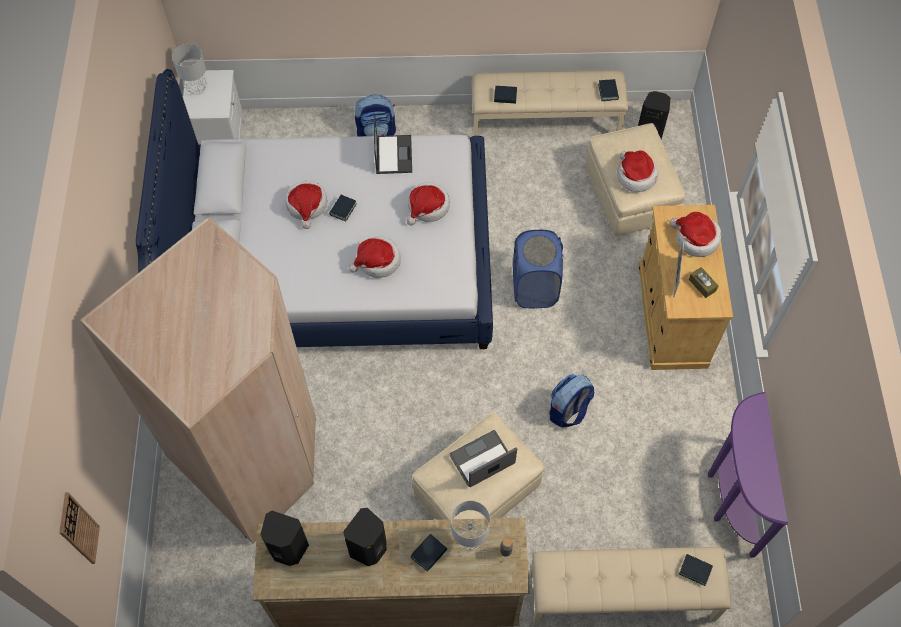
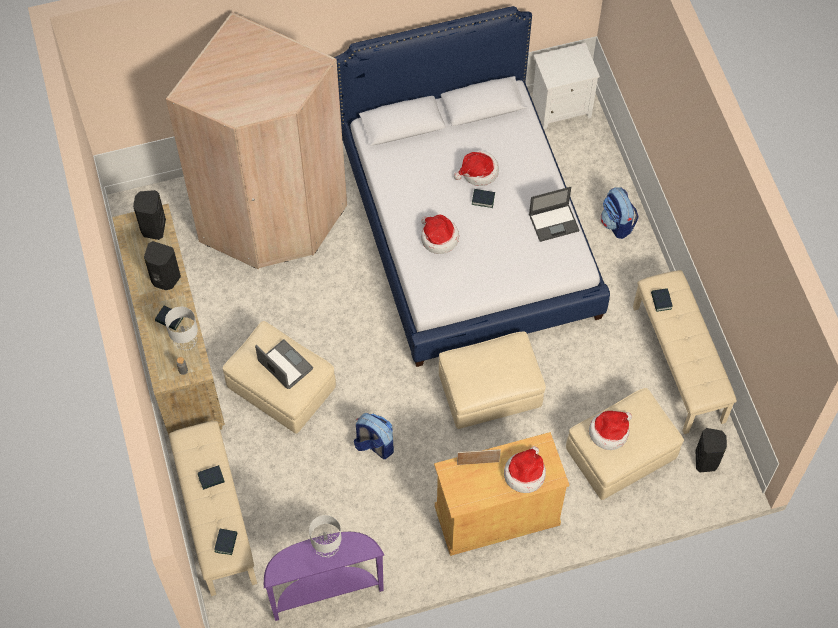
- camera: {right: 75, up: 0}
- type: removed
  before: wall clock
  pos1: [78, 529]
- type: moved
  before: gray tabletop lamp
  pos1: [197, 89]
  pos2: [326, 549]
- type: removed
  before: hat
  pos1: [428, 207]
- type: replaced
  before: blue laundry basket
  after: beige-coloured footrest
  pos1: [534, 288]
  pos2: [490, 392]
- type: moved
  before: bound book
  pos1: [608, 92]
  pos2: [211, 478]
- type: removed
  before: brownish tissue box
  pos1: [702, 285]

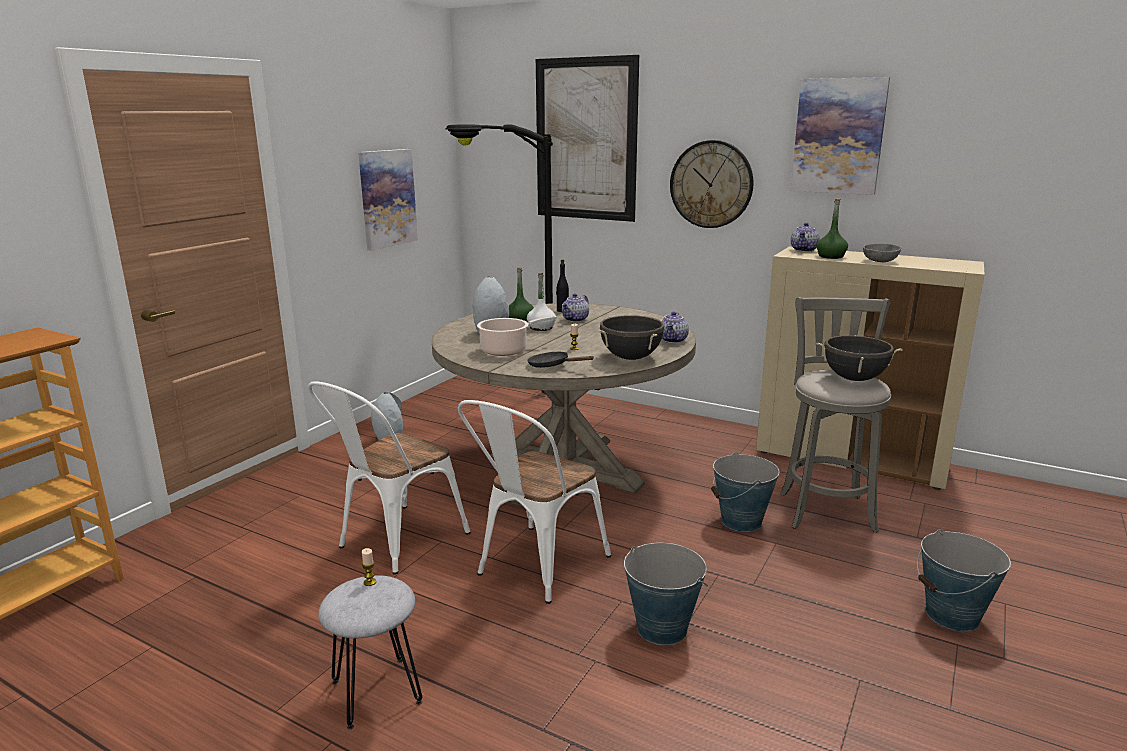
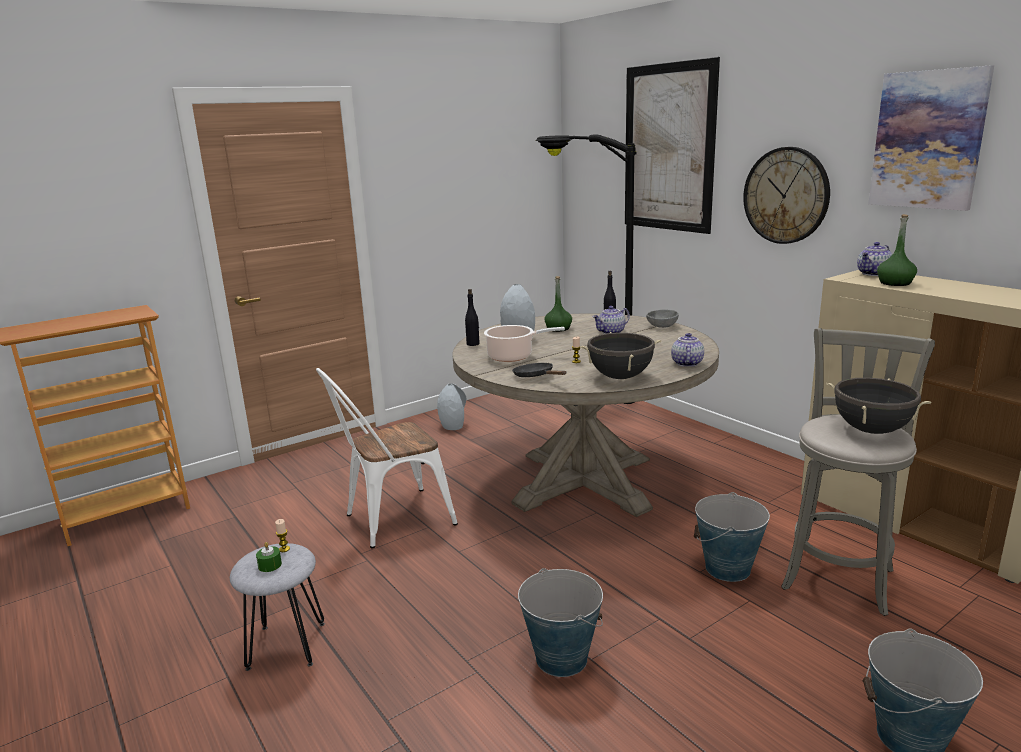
- camera: {right: 25, up: 0}
- type: removed
  before: wall picture
  pos1: [387, 198]
- type: removed
  before: whitish plain chair
  pos1: [535, 568]
- type: removed
  before: whitish drink bottle
  pos1: [541, 328]
- type: turned
  before: pot for tea
  pos1: [673, 340]
  pos2: [686, 363]
  turn: 150
- type: moved
  before: gray deep dish
  pos1: [880, 261]
  pos2: [662, 326]
- type: added
  after: green wax light
  pos2: [270, 565]
- type: added
  after: blackish drink bottle
  pos2: [473, 344]

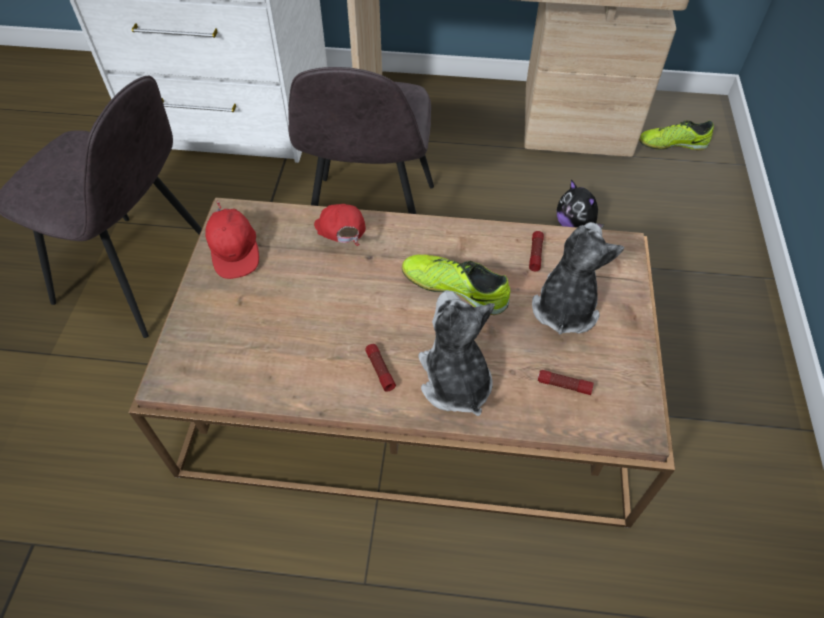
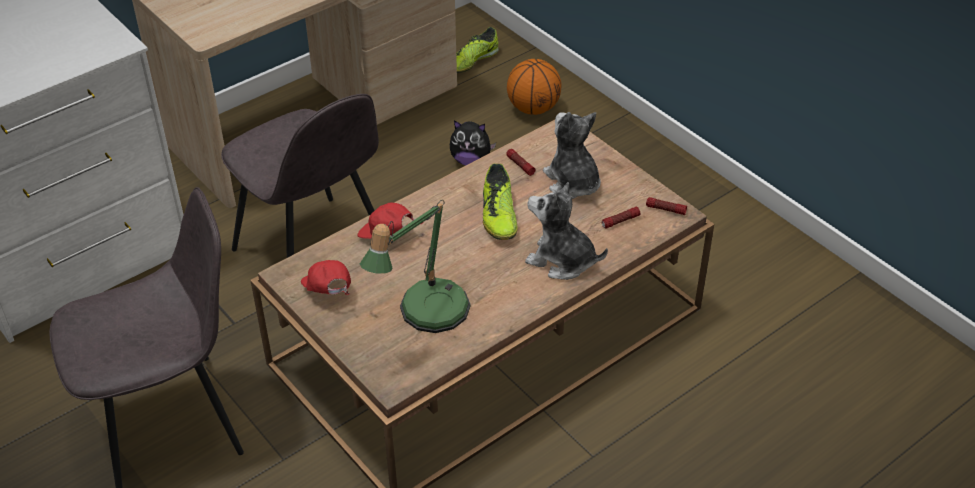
- camera: {right: -45, up: -10}
- type: turned
  before: red-coloured peaked cap
  pos1: [236, 253]
  pos2: [328, 292]
  turn: -150
- type: moved
  before: torch
  pos1: [380, 370]
  pos2: [665, 209]
- type: turned
  before: item of footwear
  pos1: [455, 288]
  pos2: [498, 215]
  turn: -75
- type: added
  after: tabletop lamp
  pos2: [426, 314]
- type: added
  after: basketball ball
  pos2: [533, 109]

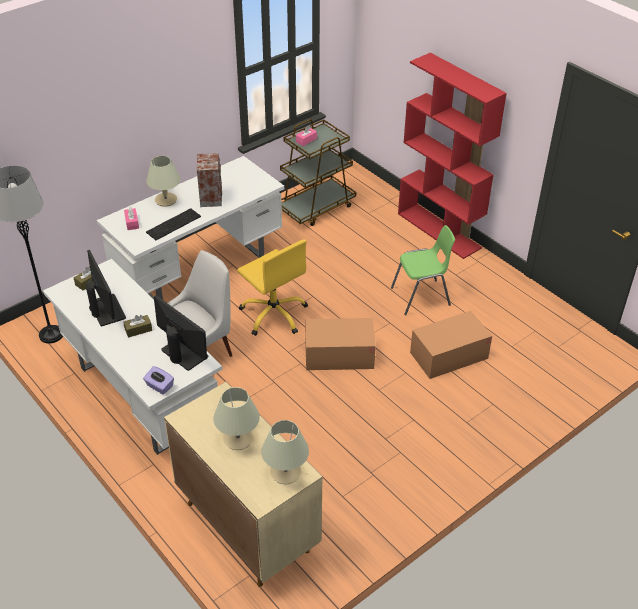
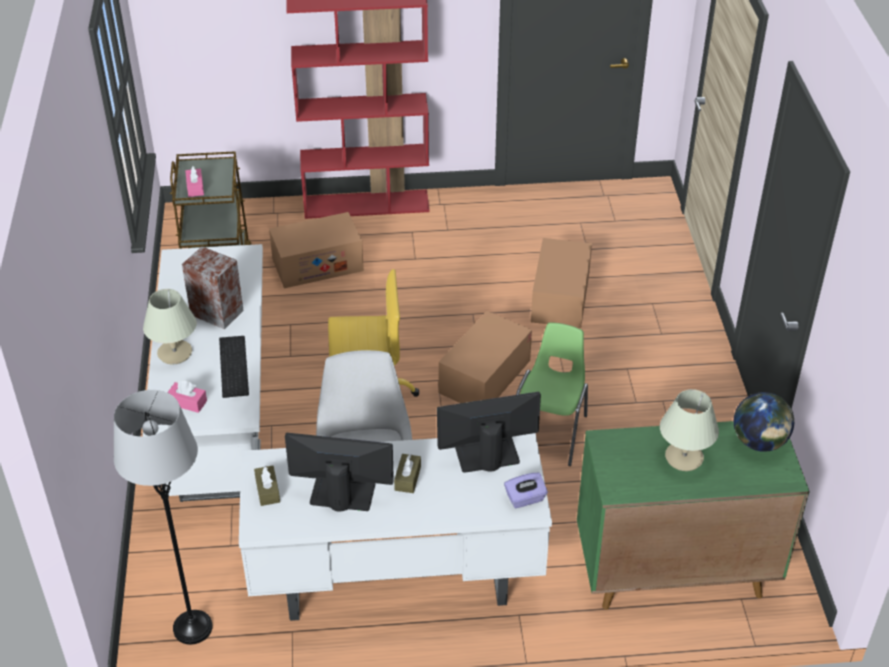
- camera: {right: -55, up: 0}
- type: recoloured
  before: beige-coloured storage cabinet
  after: green storage cabinet
  pos1: [246, 526]
  pos2: [673, 571]
- type: replaced
  before: beige-coloured tabletop lamp
  after: desk globe
  pos1: [285, 472]
  pos2: [759, 442]
- type: moved
  before: green plain chair
  pos1: [421, 297]
  pos2: [550, 432]
- type: added
  after: carton
  pos2: [317, 264]

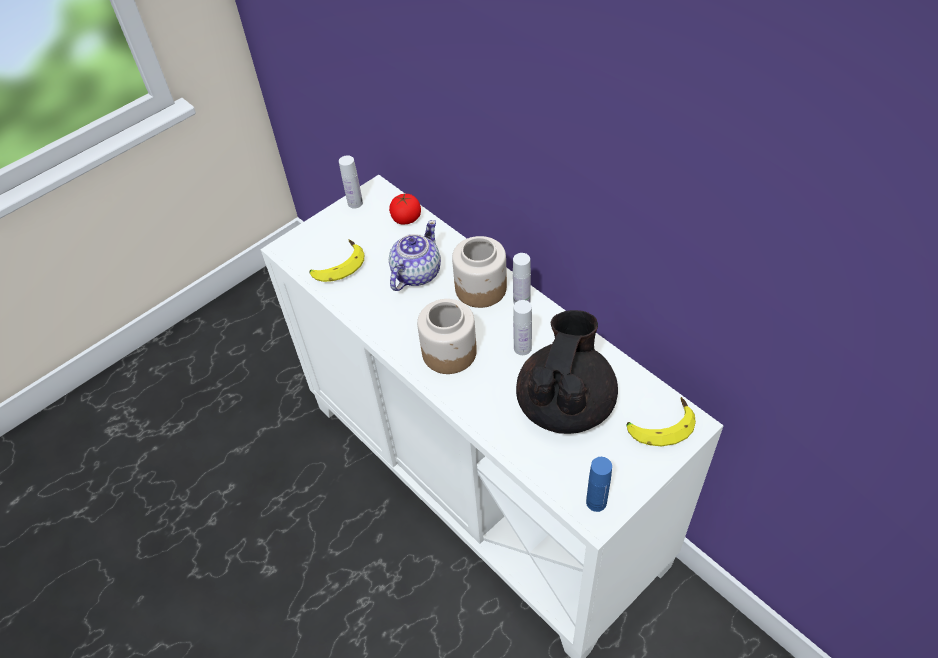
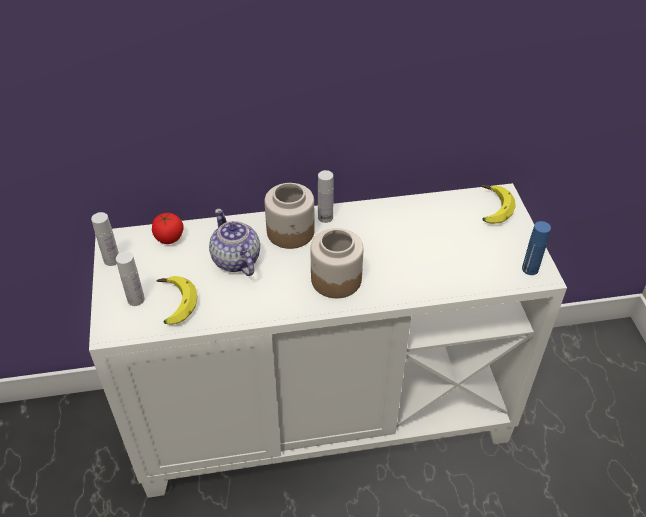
- camera: {right: -60, up: -5}
- type: moved
  before: whitish drink bottle
  pos1: [522, 348]
  pos2: [136, 299]
- type: removed
  before: blackish pot for tea
  pos1: [565, 404]

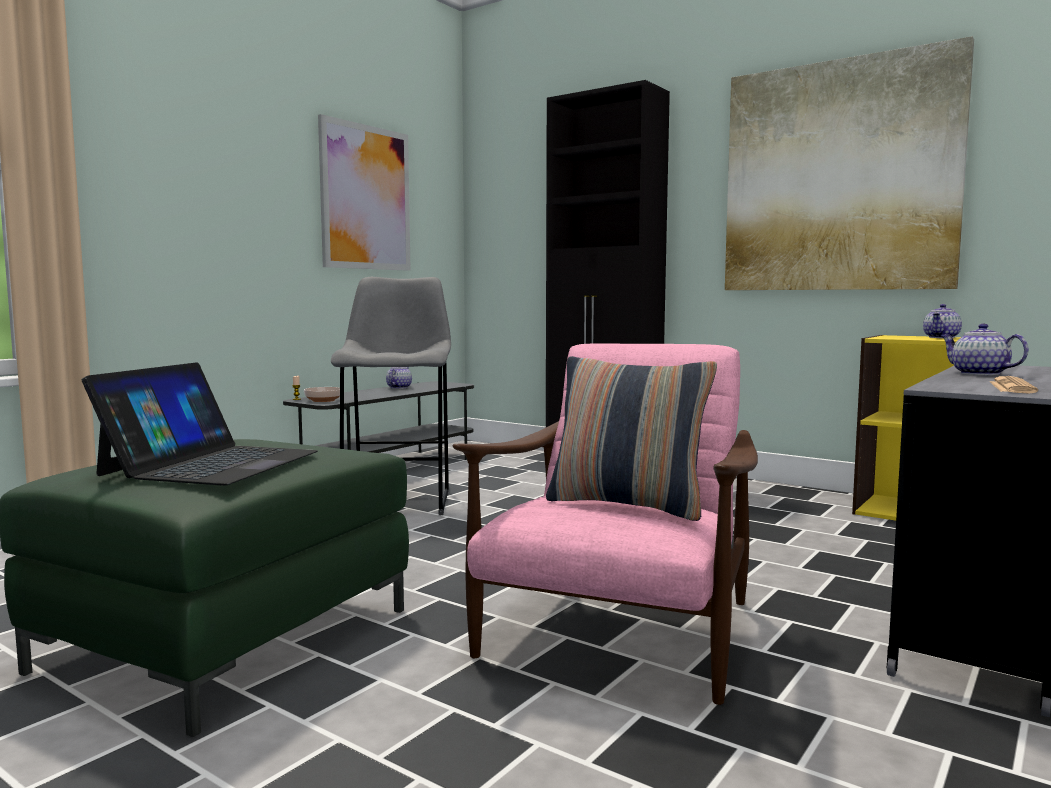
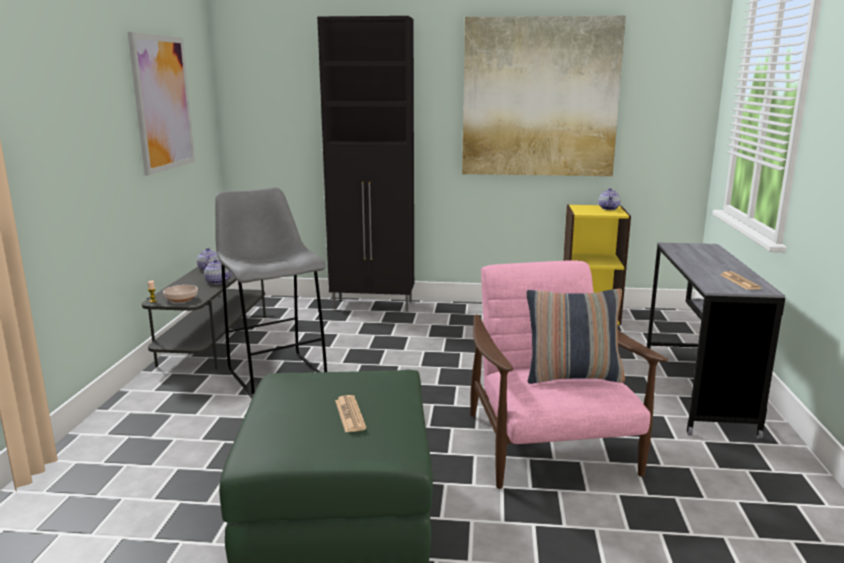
- camera: {right: -30, up: 10}
- type: replaced
  before: laptop
  after: newspaper
  pos1: [211, 463]
  pos2: [350, 414]
- type: moved
  before: pot for tea
  pos1: [979, 374]
  pos2: [216, 282]

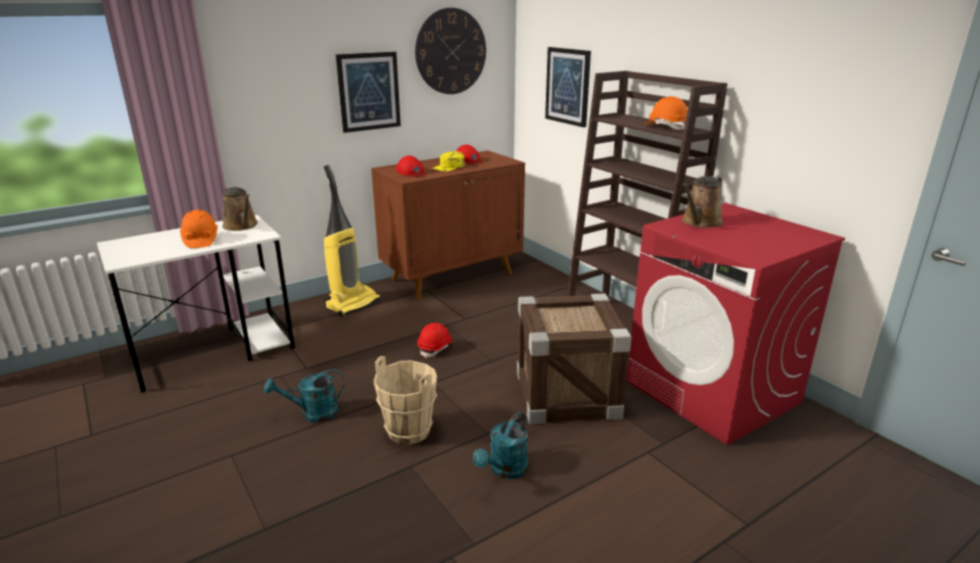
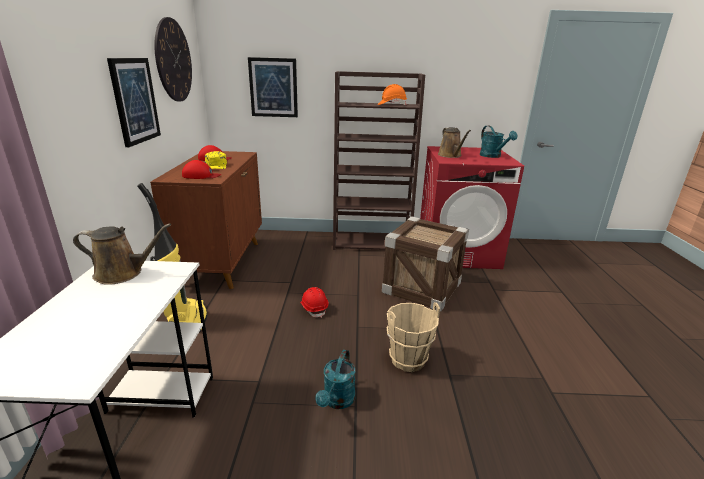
- camera: {right: -55, up: 0}
- type: removed
  before: orangey hard hat
  pos1: [200, 240]
- type: moved
  before: turquoise watering pot
  pos1: [505, 470]
  pos2: [493, 156]

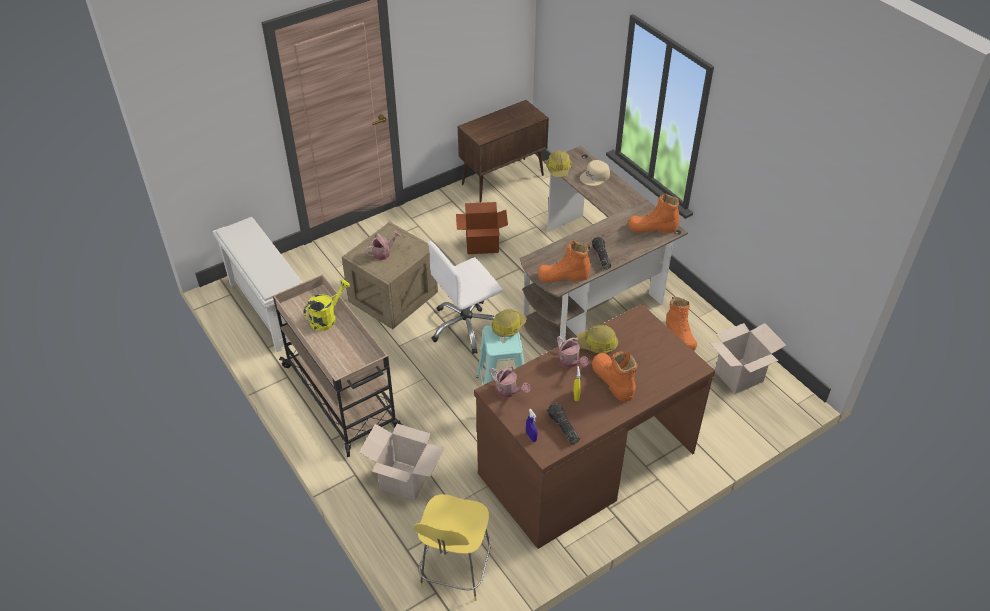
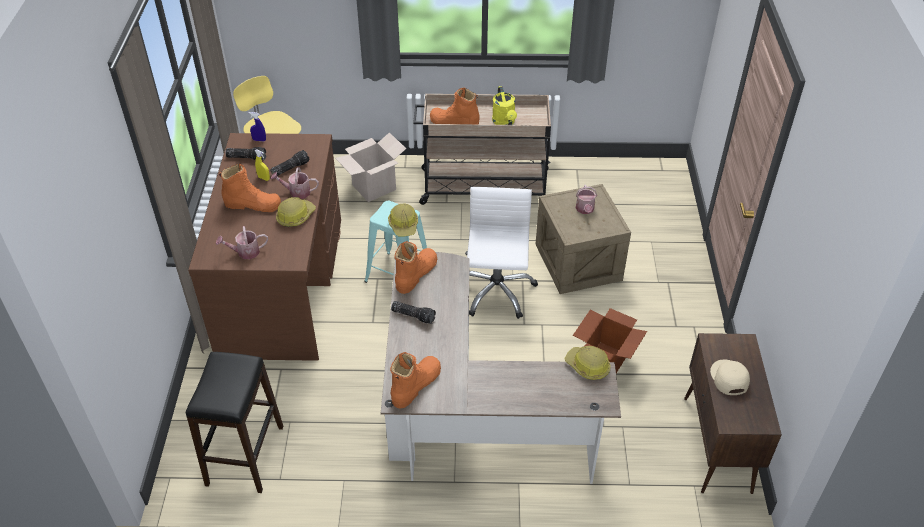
- camera: {right: 125, up: 0}
- type: removed
  before: whitish shoe stand
  pos1: [269, 308]
- type: moved
  before: watering pot
  pos1: [508, 391]
  pos2: [245, 252]
- type: moved
  before: beige-coloured peaked cap
  pos1: [595, 176]
  pos2: [728, 378]
- type: moved
  before: orangey high-top boot
  pos1: [680, 335]
  pos2: [454, 122]
- type: replaced
  before: carton
  after: blackish stool seat
  pos1: [739, 376]
  pos2: [245, 455]
- type: added
  after: torch
  pos2: [290, 168]

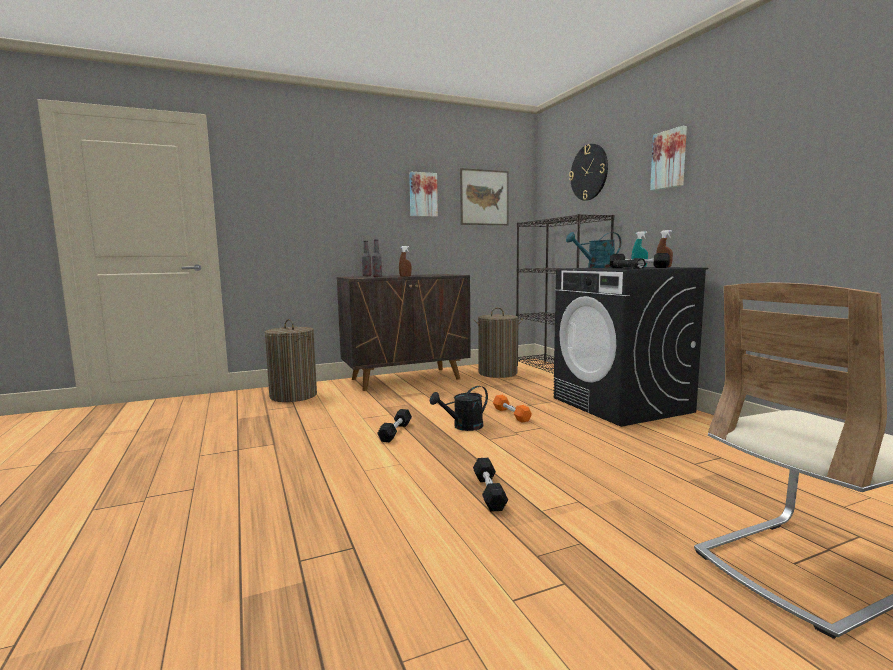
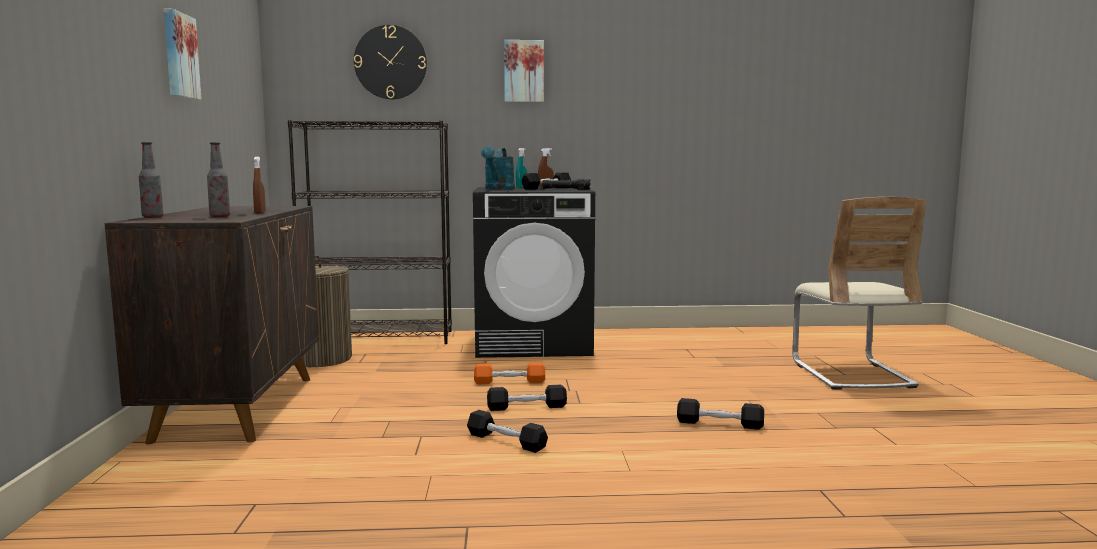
- camera: {right: -70, up: 0}
- type: removed
  before: laundry basket
  pos1: [293, 395]
- type: replaced
  before: blackish watering pot
  after: blackish dumbbell
  pos1: [463, 427]
  pos2: [526, 407]
- type: removed
  before: wall picture
  pos1: [484, 197]

